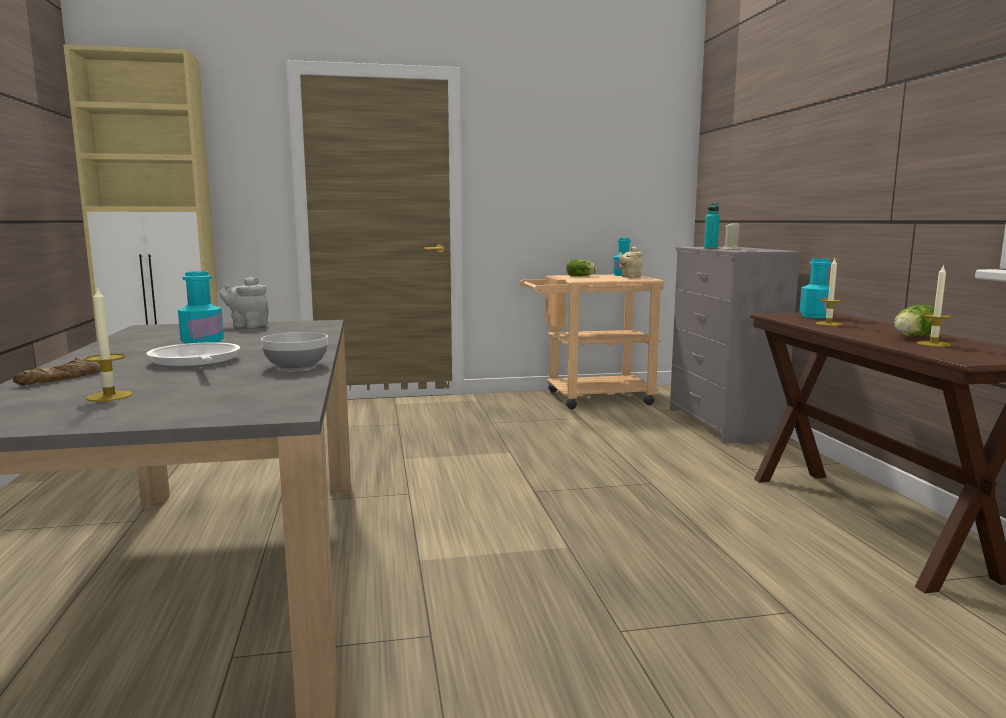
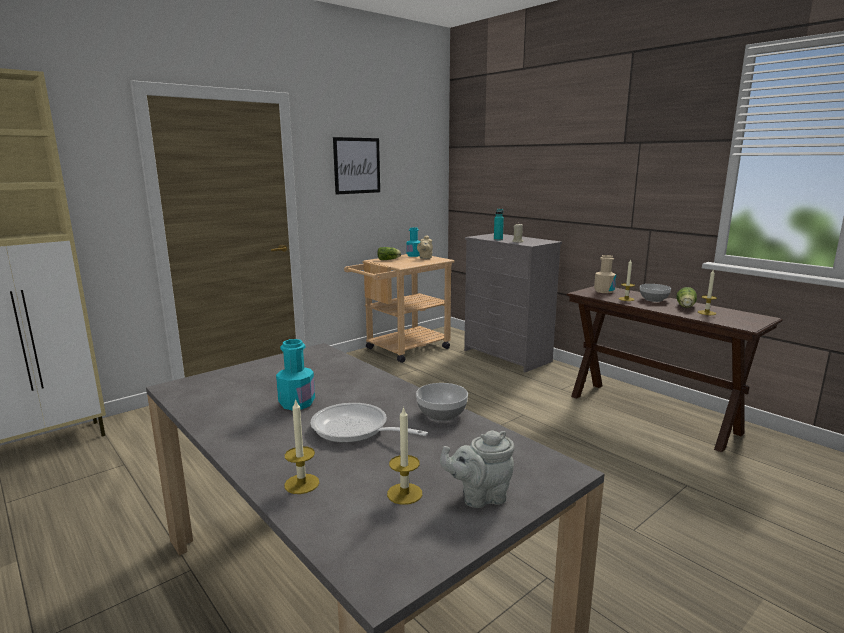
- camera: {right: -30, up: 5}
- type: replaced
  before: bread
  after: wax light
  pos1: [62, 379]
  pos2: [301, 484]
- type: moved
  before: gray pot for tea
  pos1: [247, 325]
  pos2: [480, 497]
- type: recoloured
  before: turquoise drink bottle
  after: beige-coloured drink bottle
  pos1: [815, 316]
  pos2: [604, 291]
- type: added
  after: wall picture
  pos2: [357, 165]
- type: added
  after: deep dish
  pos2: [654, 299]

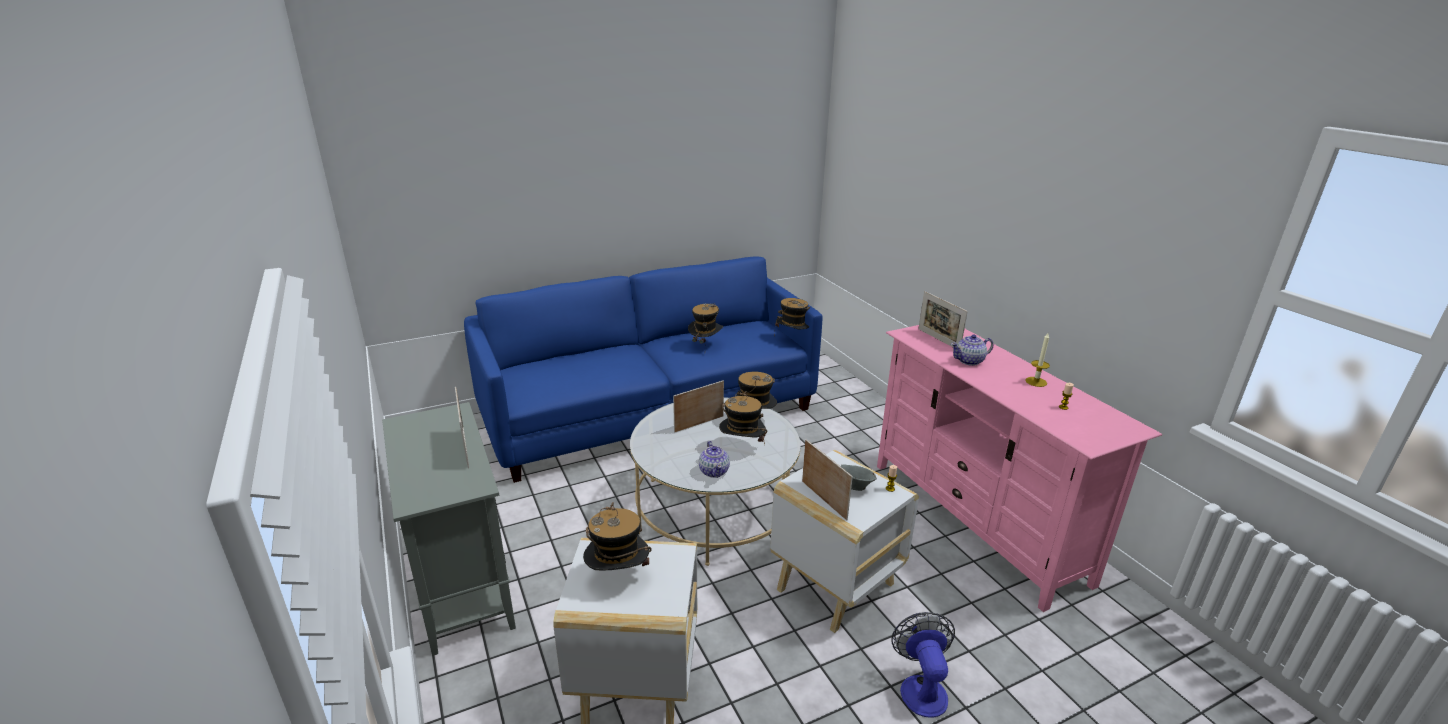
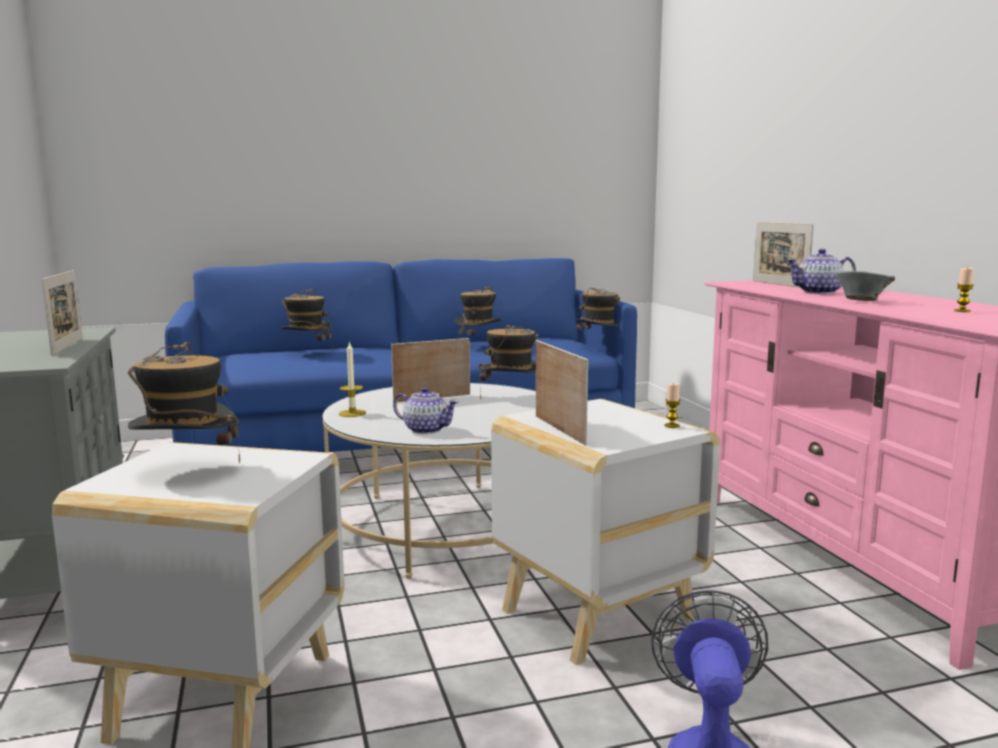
- camera: {right: 10, up: -15}
- type: turned
  before: pot for tea
  pos1: [714, 471]
  pos2: [426, 430]
  turn: -60
- type: moved
  before: hat
  pos1: [742, 447]
  pos2: [307, 353]
- type: moved
  before: gray deep dish
  pos1: [855, 486]
  pos2: [861, 301]
- type: moved
  before: wax light
  pos1: [1036, 382]
  pos2: [352, 413]

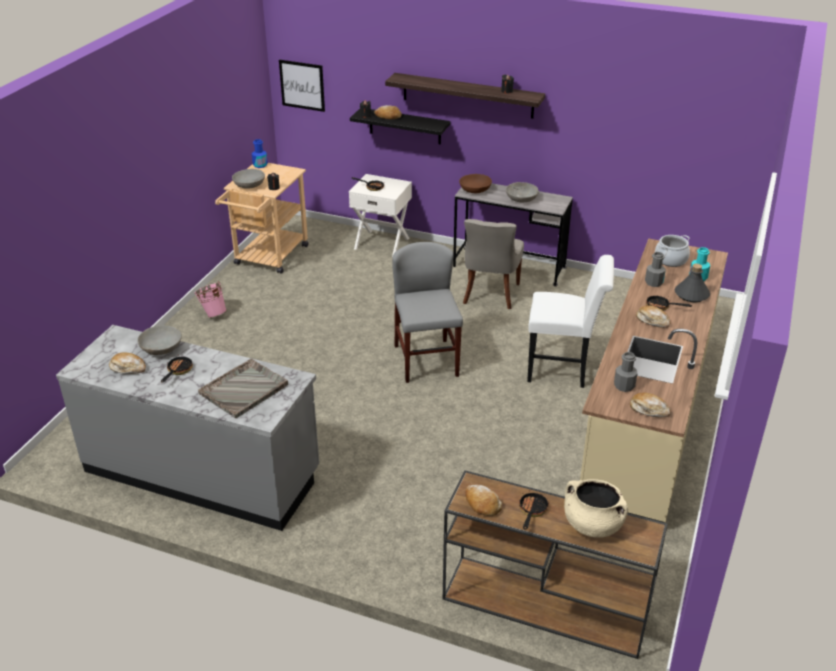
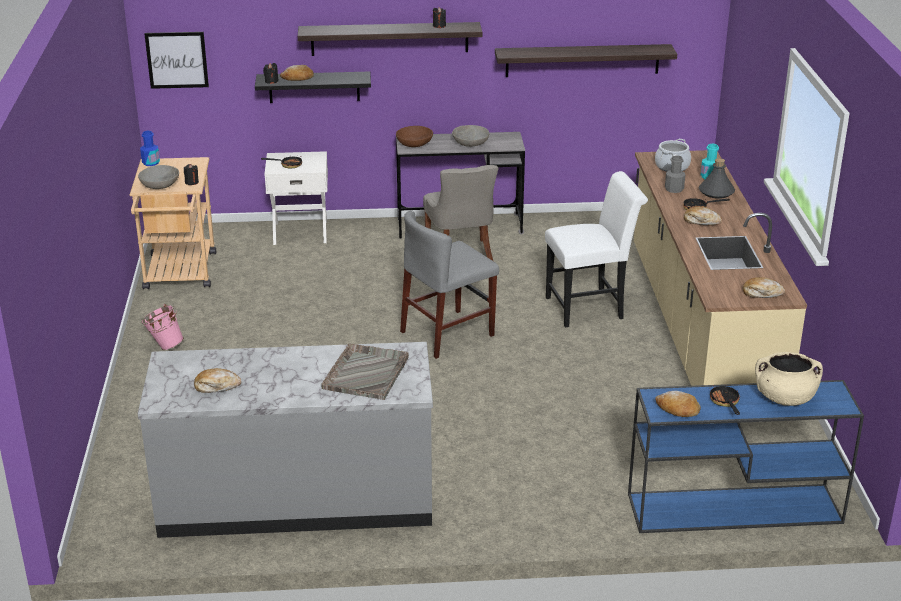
- camera: {right: -25, up: -5}
- type: removed
  before: gray deep dish
  pos1: [161, 348]
- type: removed
  before: pan
  pos1: [178, 371]
- type: turned
  before: gray plain chair
  pos1: [426, 361]
  pos2: [447, 333]
  turn: -90
- type: recoloured
  before: brownish narrow table
  after: blue narrow table
  pos1: [542, 605]
  pos2: [732, 509]
- type: removed
  before: gray drink bottle
  pos1: [624, 386]
- type: added
  after: wall shelf
  pos2: [582, 60]

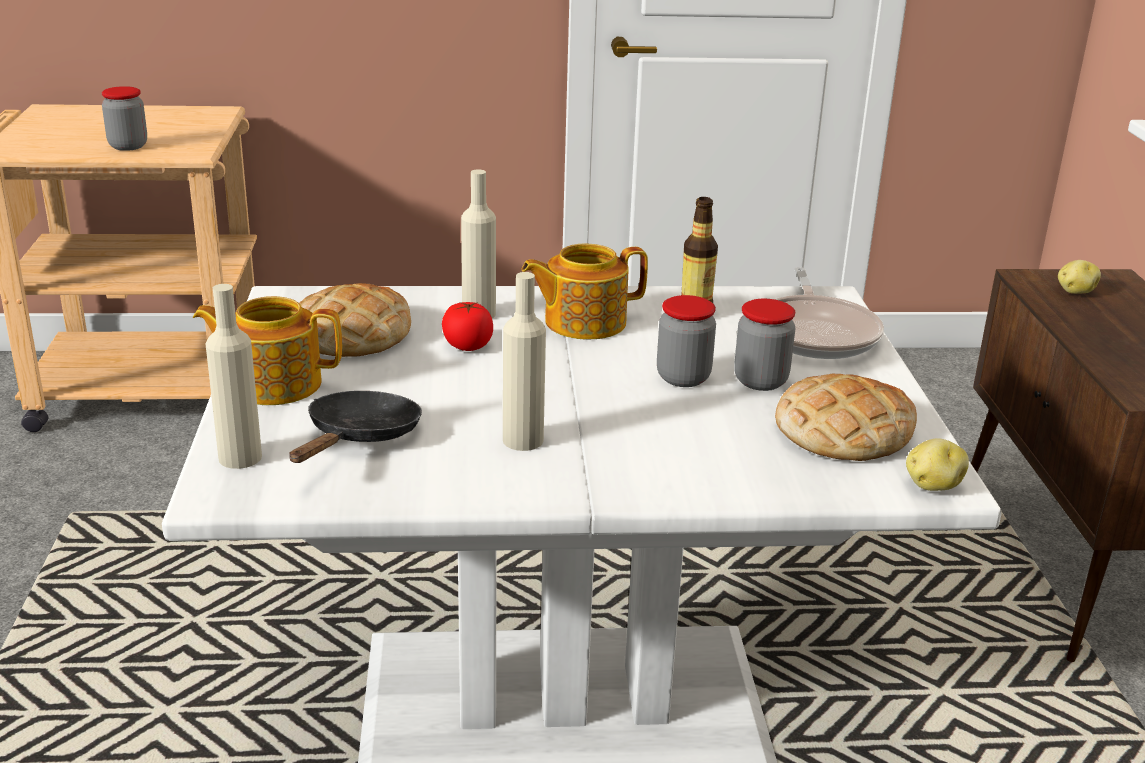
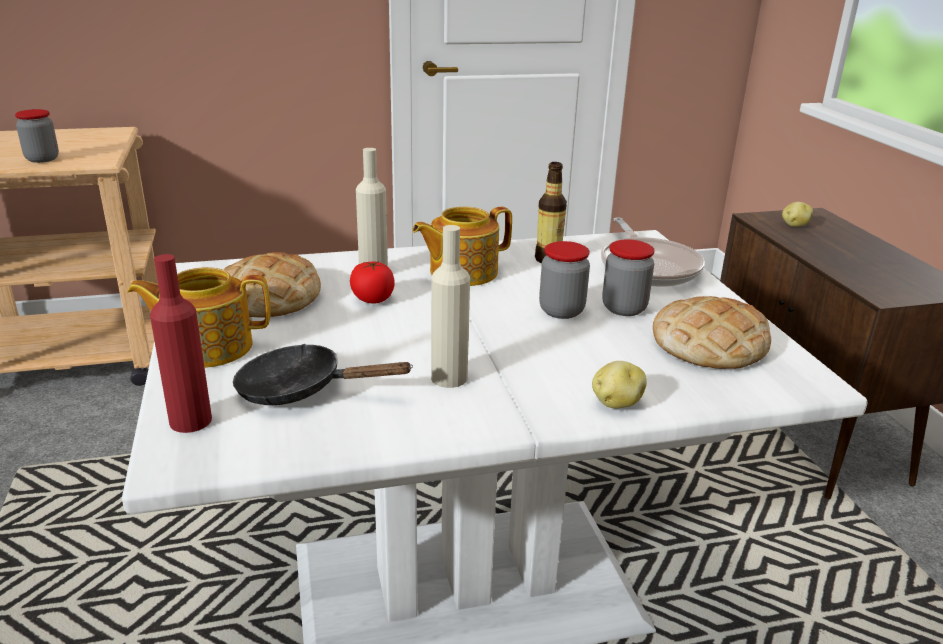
- camera: {right: -10, up: 0}
- type: recoloured
  before: beige-coloured drink bottle
  after: red-coloured drink bottle
  pos1: [240, 457]
  pos2: [190, 421]
- type: turned
  before: blackish pan
  pos1: [359, 437]
  pos2: [300, 389]
  turn: -90
- type: moved
  before: whole potato
  pos1: [932, 485]
  pos2: [616, 403]

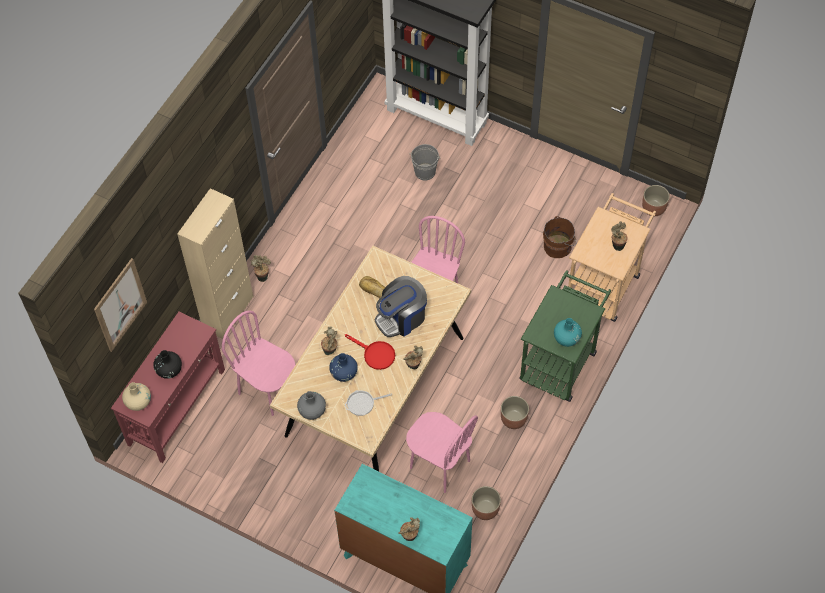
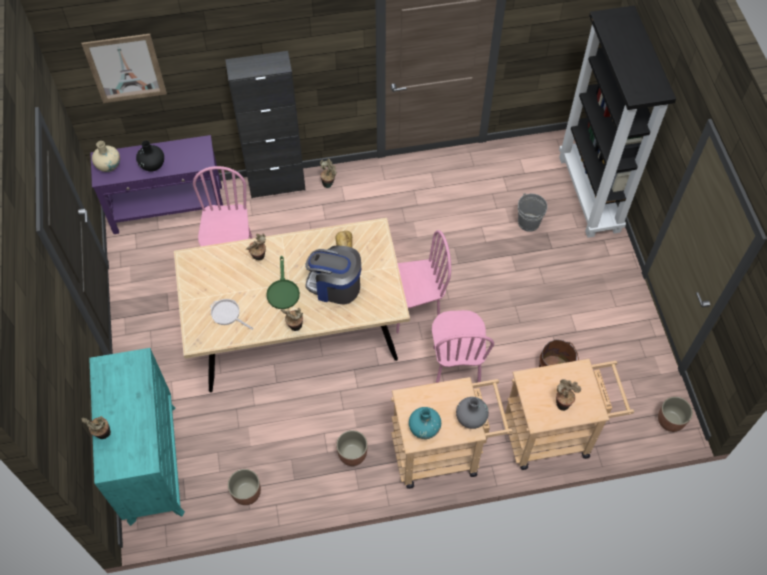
- camera: {right: 50, up: 0}
- type: recoloured
  before: red-coloured narrow table
  after: purple narrow table
  pos1: [177, 406]
  pos2: [169, 210]
- type: recoloured
  before: beige-coloured storage cabinet
  after: blackish storage cabinet
  pos1: [228, 313]
  pos2: [277, 184]
- type: moved
  before: gray decorative vase
  pos1: [312, 411]
  pos2: [471, 418]
- type: removed
  before: blue decorative vase
  pos1: [344, 373]
- type: recoloured
  before: red-coloured pan
  after: green pan
  pos1: [375, 354]
  pos2: [282, 291]
- type: moved
  before: pinkish plain chair
  pos1: [439, 465]
  pos2: [455, 366]
- type: recoloured
  before: green trolley
  after: beige-coloured trolley
  pos1: [561, 360]
  pos2: [443, 452]

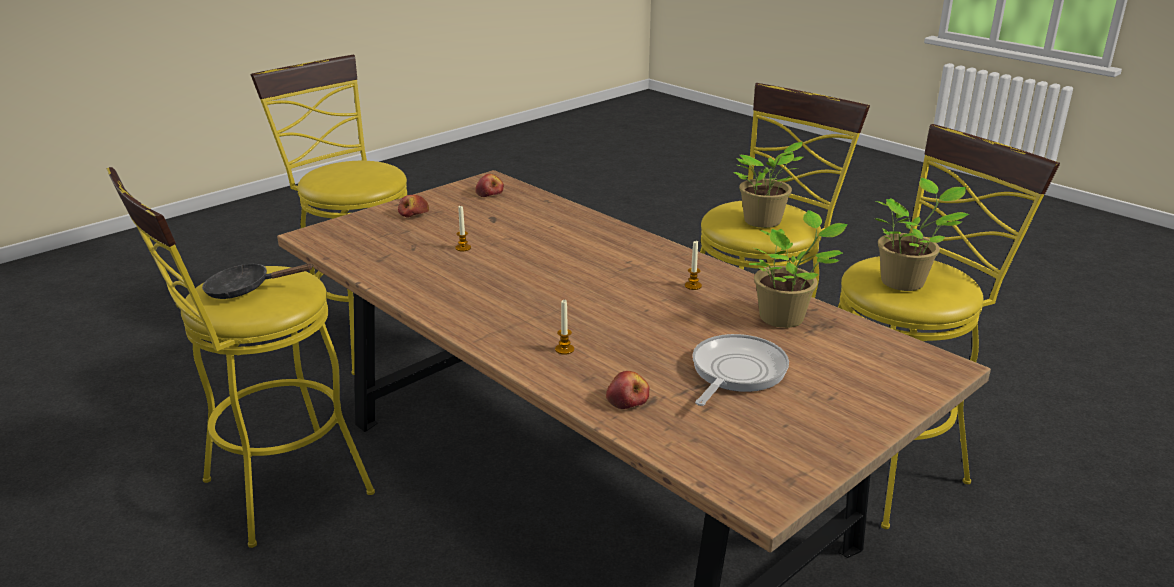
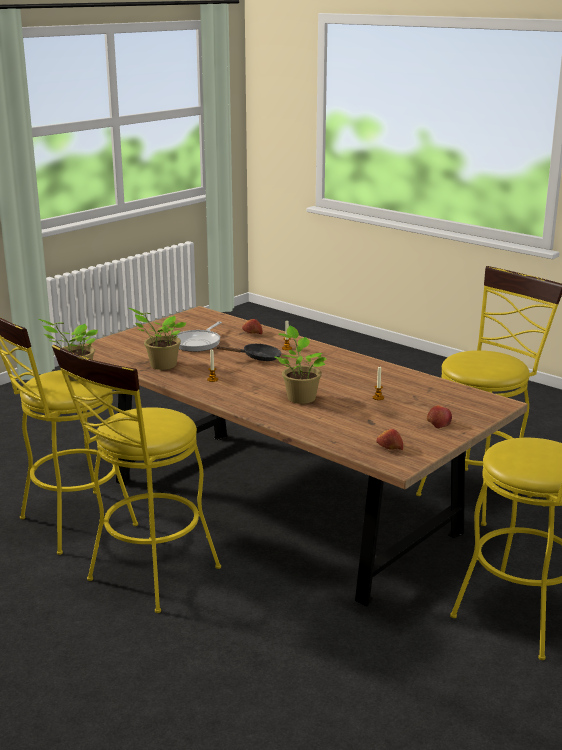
- camera: {right: 175, up: -5}
- type: moved
  before: blackish pan
  pos1: [245, 289]
  pos2: [257, 358]
- type: moved
  before: plant in a pot
  pos1: [764, 222]
  pos2: [300, 397]

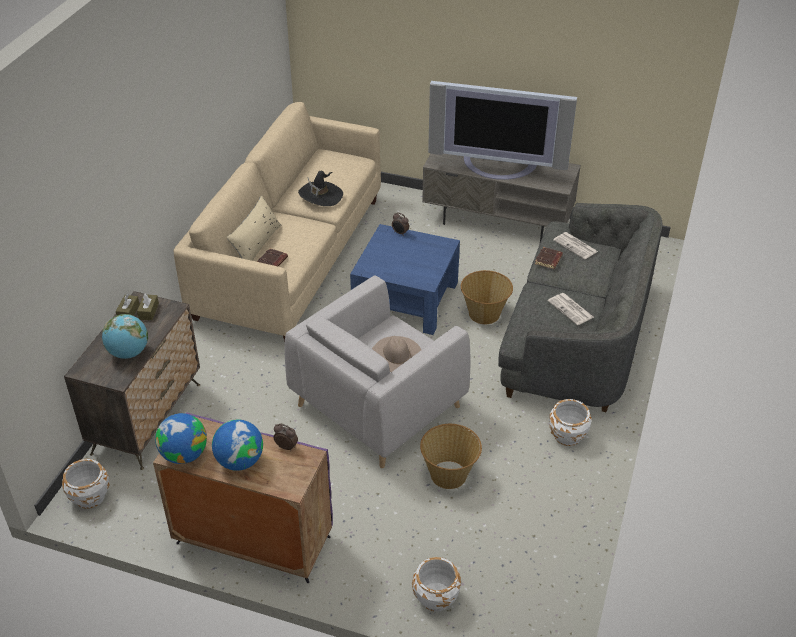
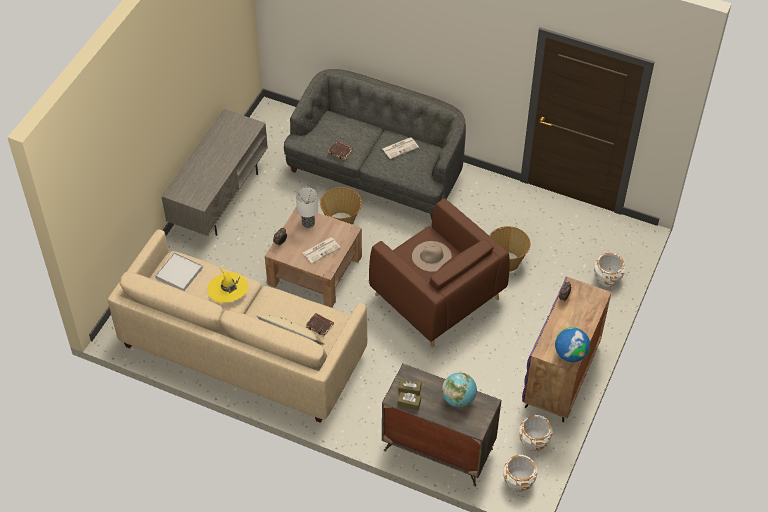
- camera: {right: -85, up: 10}
- type: removed
  before: desk globe
  pos1: [239, 461]
- type: recoloured
  before: gray lounge chair
  after: brownish lounge chair
  pos1: [378, 406]
  pos2: [437, 297]
- type: recoloured
  before: blackish hat
  after: yellow hat
  pos1: [321, 195]
  pos2: [228, 289]
- type: recoloured
  before: blue lounge table
  after: brownish lounge table
  pos1: [405, 299]
  pos2: [315, 270]
- type: removed
  before: TV set
  pos1: [498, 166]
- type: moved
  before: whitish planter
  pos1: [567, 435]
  pos2: [533, 441]
- type: moved
  before: newspaper
  pos1: [576, 246]
  pos2: [321, 250]
- type: added
  after: whitish serving tray
  pos2: [179, 273]
- type: added
  after: tabletop lamp
  pos2: [308, 223]

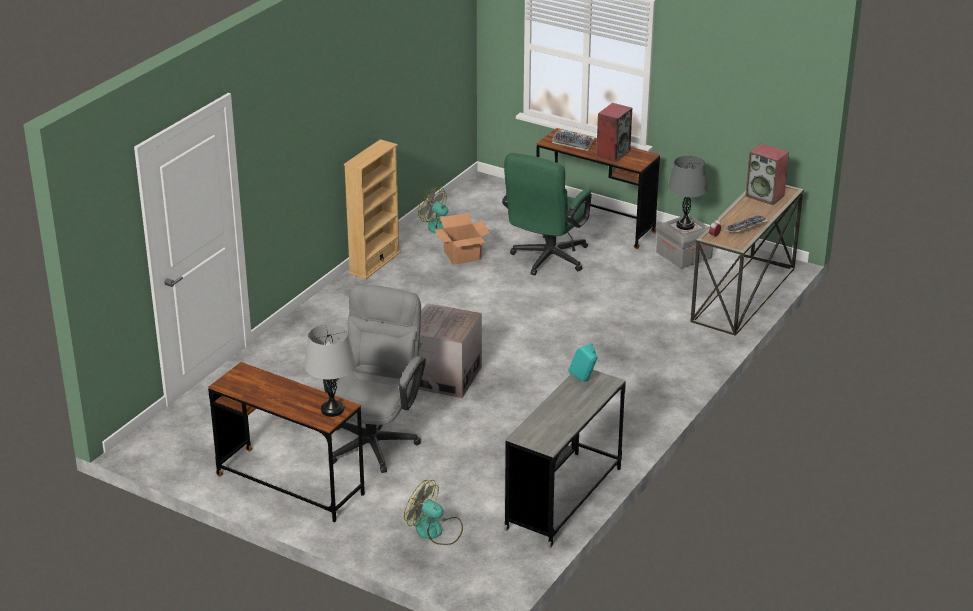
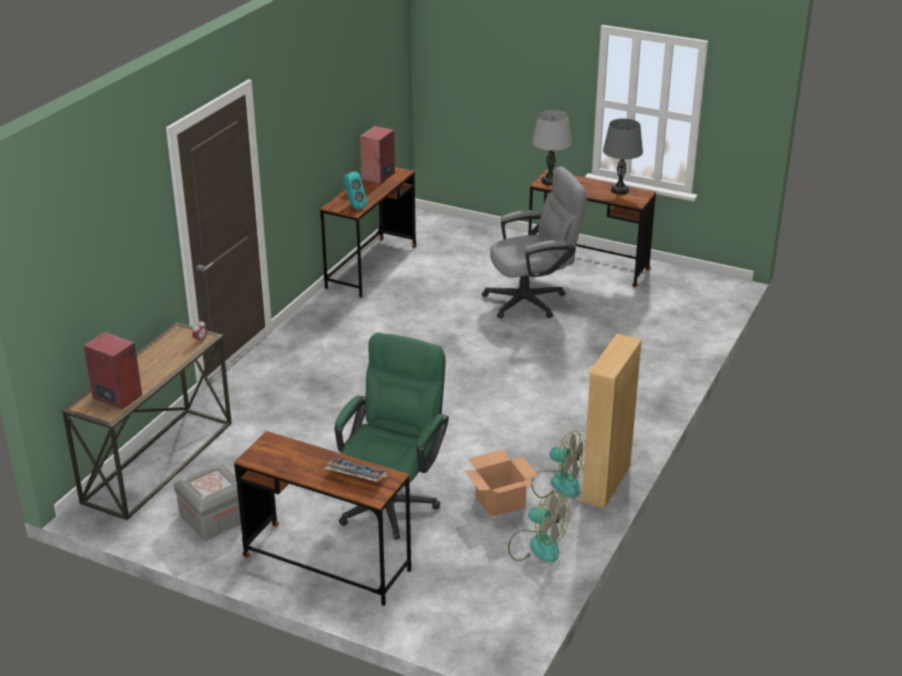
- camera: {right: 175, up: 0}
- type: turned
  before: gray office chair
  pos1: [376, 438]
  pos2: [532, 300]
  turn: -120
- type: moved
  before: fan
  pos1: [435, 531]
  pos2: [557, 483]
- type: removed
  before: carton
  pos1: [444, 377]
- type: recoloured
  before: gray desk unit
  after: brownish desk unit
  pos1: [564, 499]
  pos2: [371, 267]
- type: moved
  before: loudspeaker
  pos1: [613, 153]
  pos2: [378, 176]
- type: moved
  before: gray tabletop lamp
  pos1: [685, 225]
  pos2: [620, 190]
- type: removed
  before: PC keyboard
  pos1: [746, 229]

